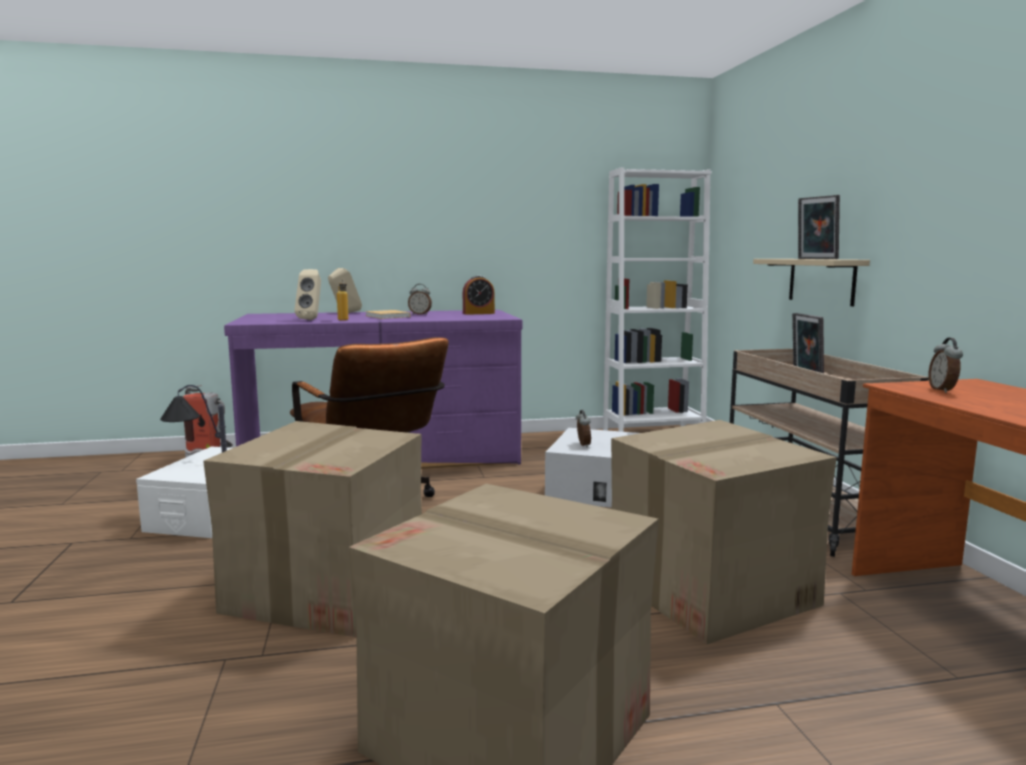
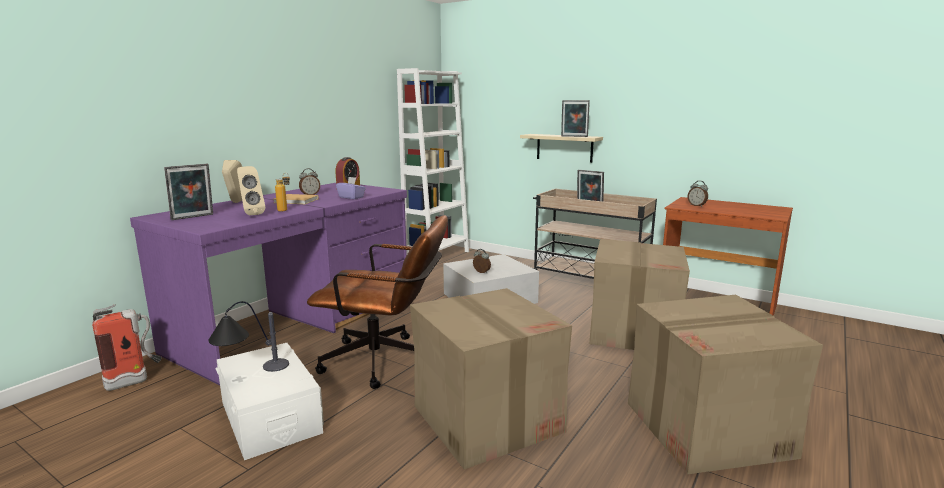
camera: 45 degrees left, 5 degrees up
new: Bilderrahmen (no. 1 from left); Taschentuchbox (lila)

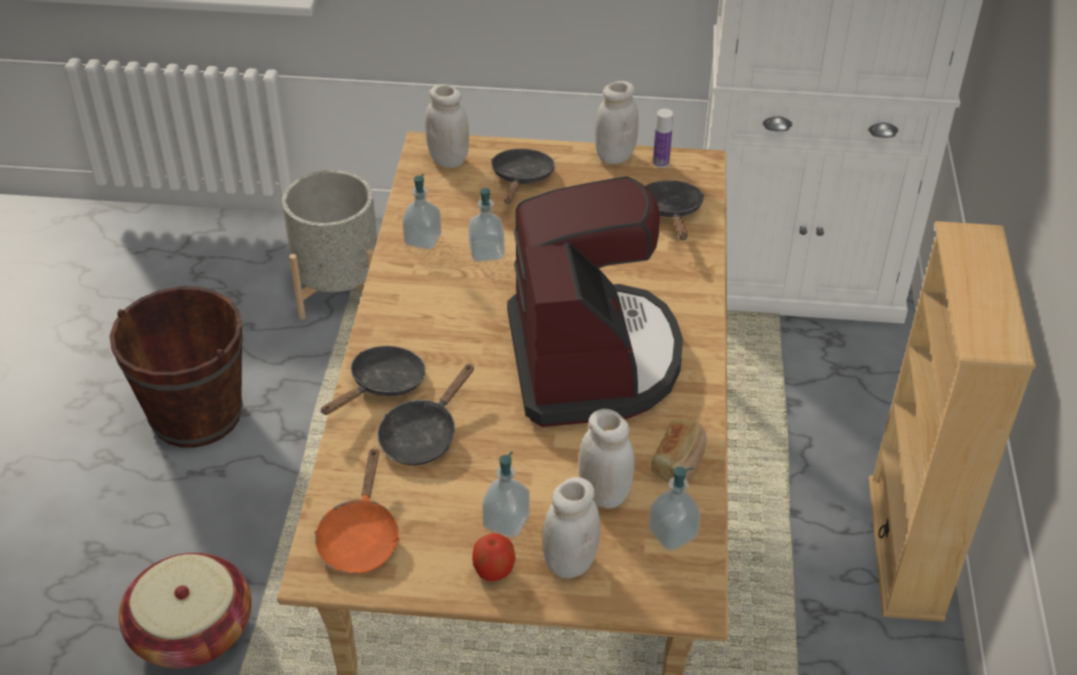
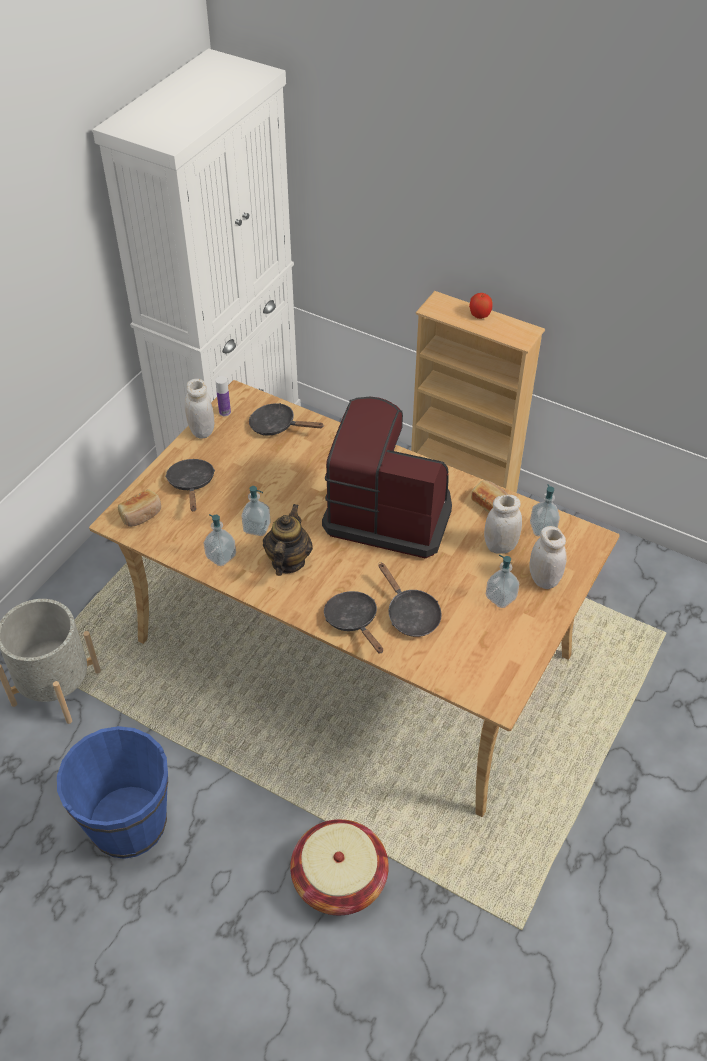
camera: 65 degrees left, 5 degrees up
gone: Pfanne (orange)
new: Teekanne
shifted: Apfel
swapped: Vorratsglas (weiß) (no. 1 from left) to Brot (no. 1 from left)
repainted: Eimer (braun) to Eimer (blau)
rotated: Pfanne (schwarz) (no. 3 from left in the first image) 45 degrees clockwise

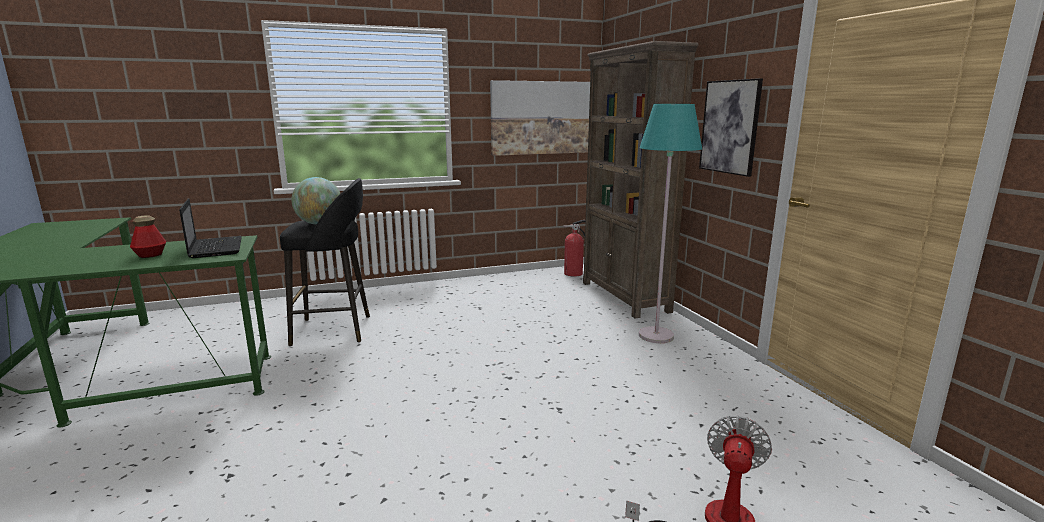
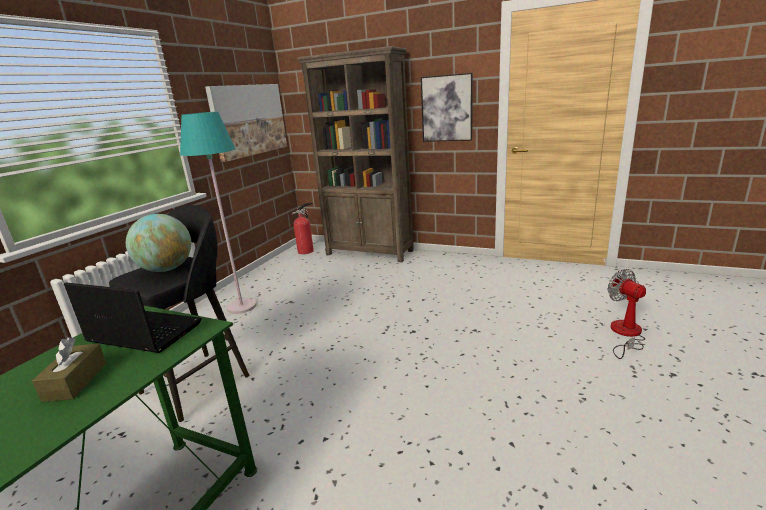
camera: 45 degrees left, 5 degrees up
shifted: Stehlampe (türkis)
swapped: Flasche to Taschentuchbox (braun)

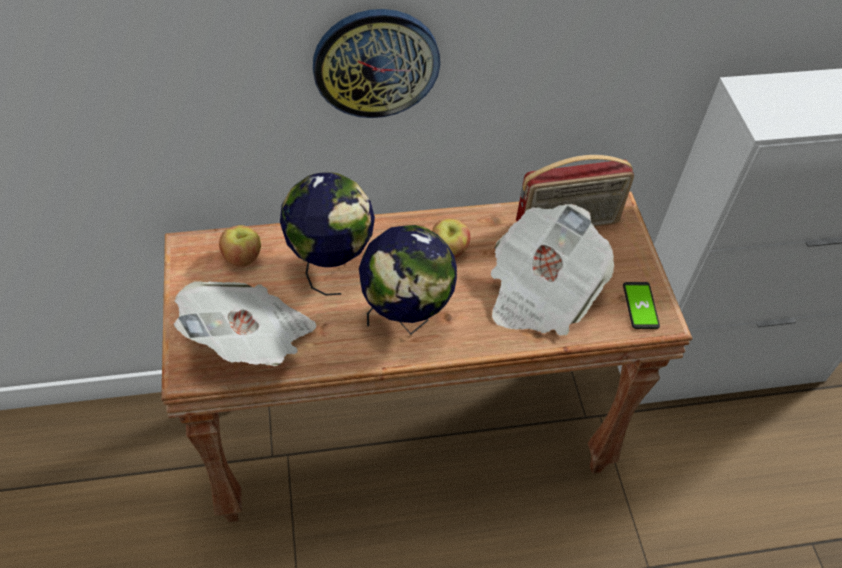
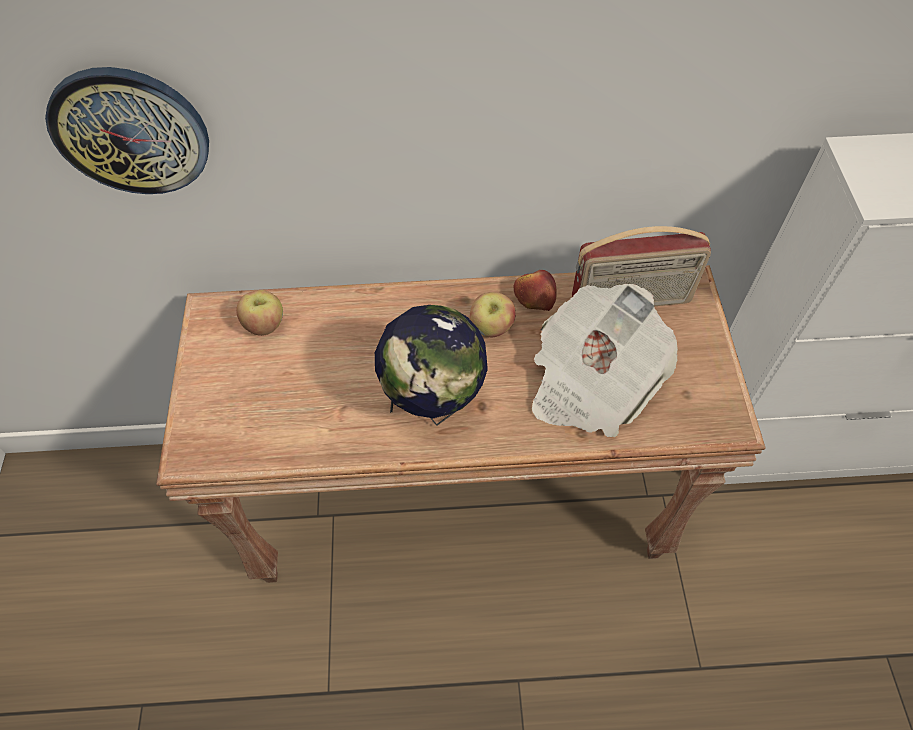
camera: 10 degrees right, 5 degrees up
gone: Zeitung (no. 1 from left); Globus (no. 1 from left); Handy
new: Apfel (no. 3 from left)
shifted: Wanduhr

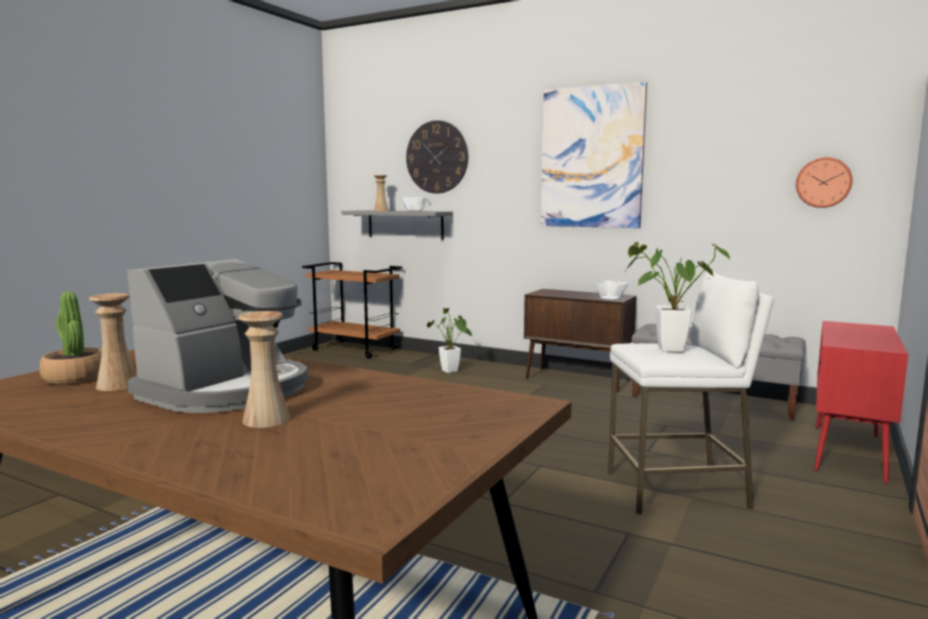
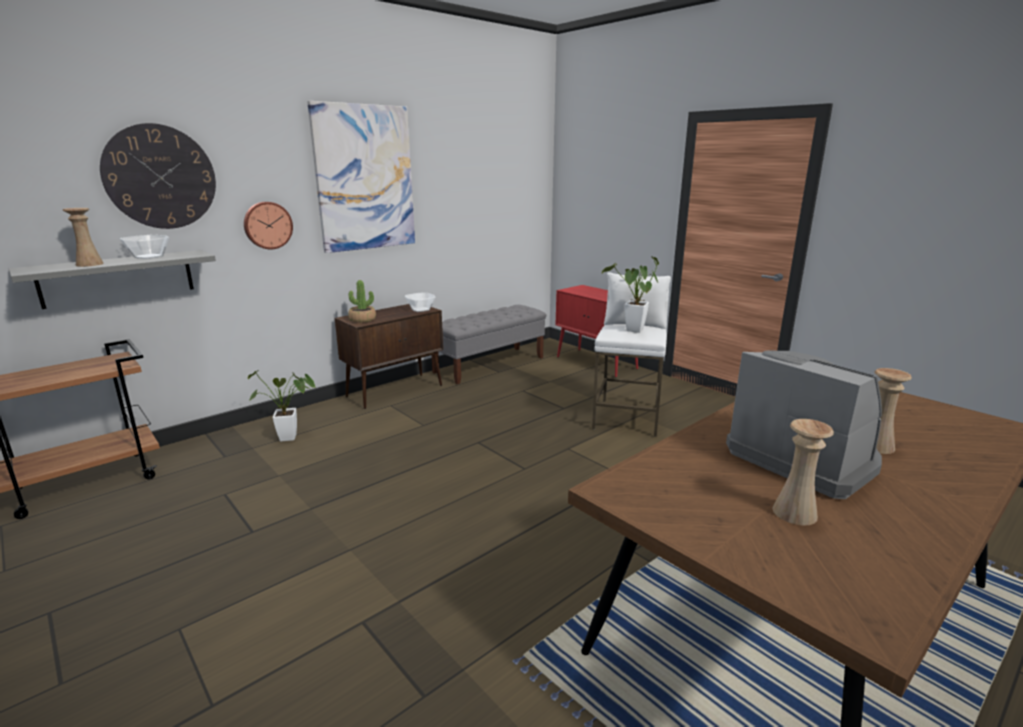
camera: 70 degrees left, 10 degrees up
shifted: Topfpflanze (no. 1 from left in the first image) to Topfpflanze (no. 2 from left); Wanduhr (no. 2 from left)

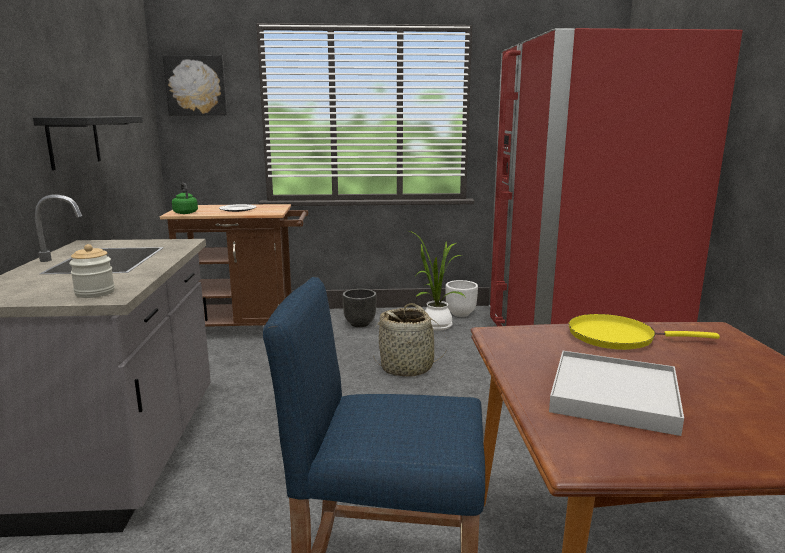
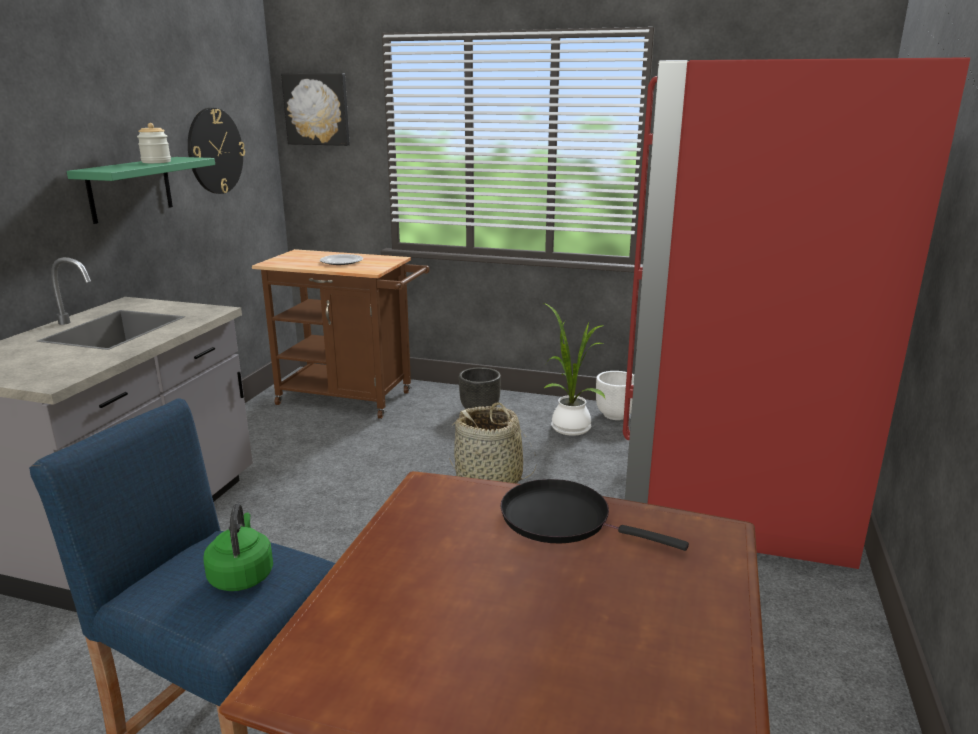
camera: 20 degrees right, 5 degrees up
gone: Tablett (weiß)
new: Wanduhr
shifted: Vorratsglas; Wasserkessel (grün)
repainted: Wandregal (schwarz) to Wandregal (grün); Pfanne (gelb) to Pfanne (schwarz)

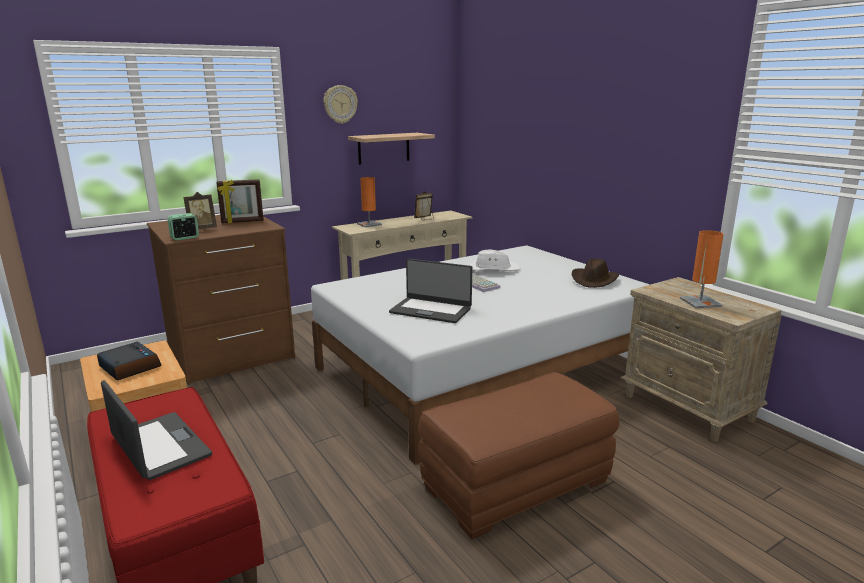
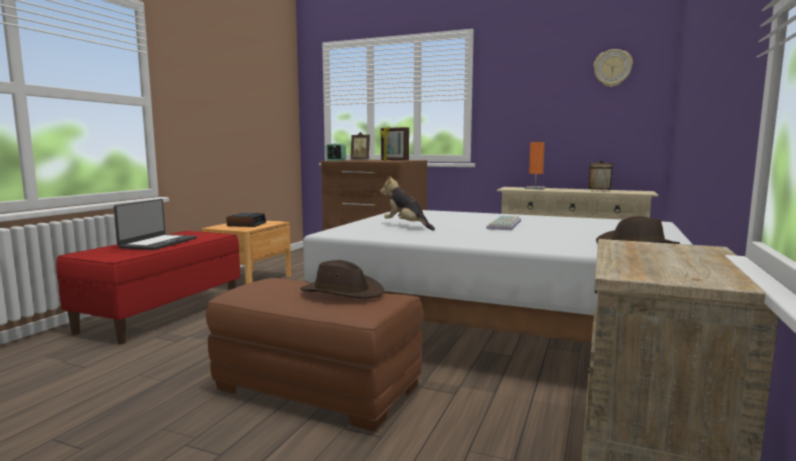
camera: 55 degrees right, 10 degrees down
gone: Wandregal; Hut (weiß); Tischlampe (orange) (no. 2 from left)
new: Hut (braun) (no. 1 from left)
shifted: Wanduhr
swapped: Laptop (no. 2 from left) to Plüschtier

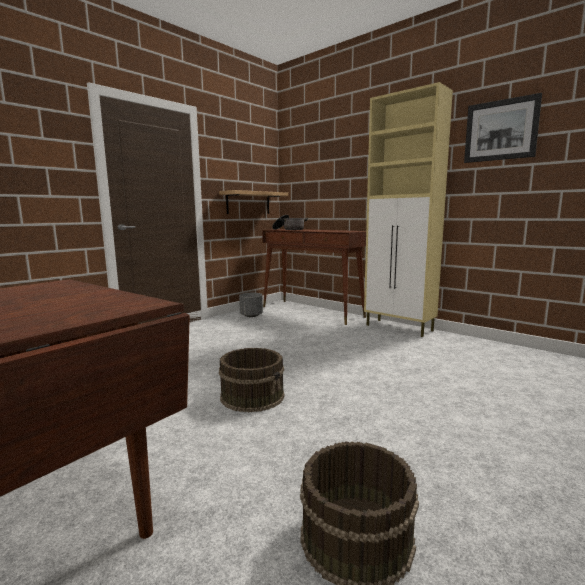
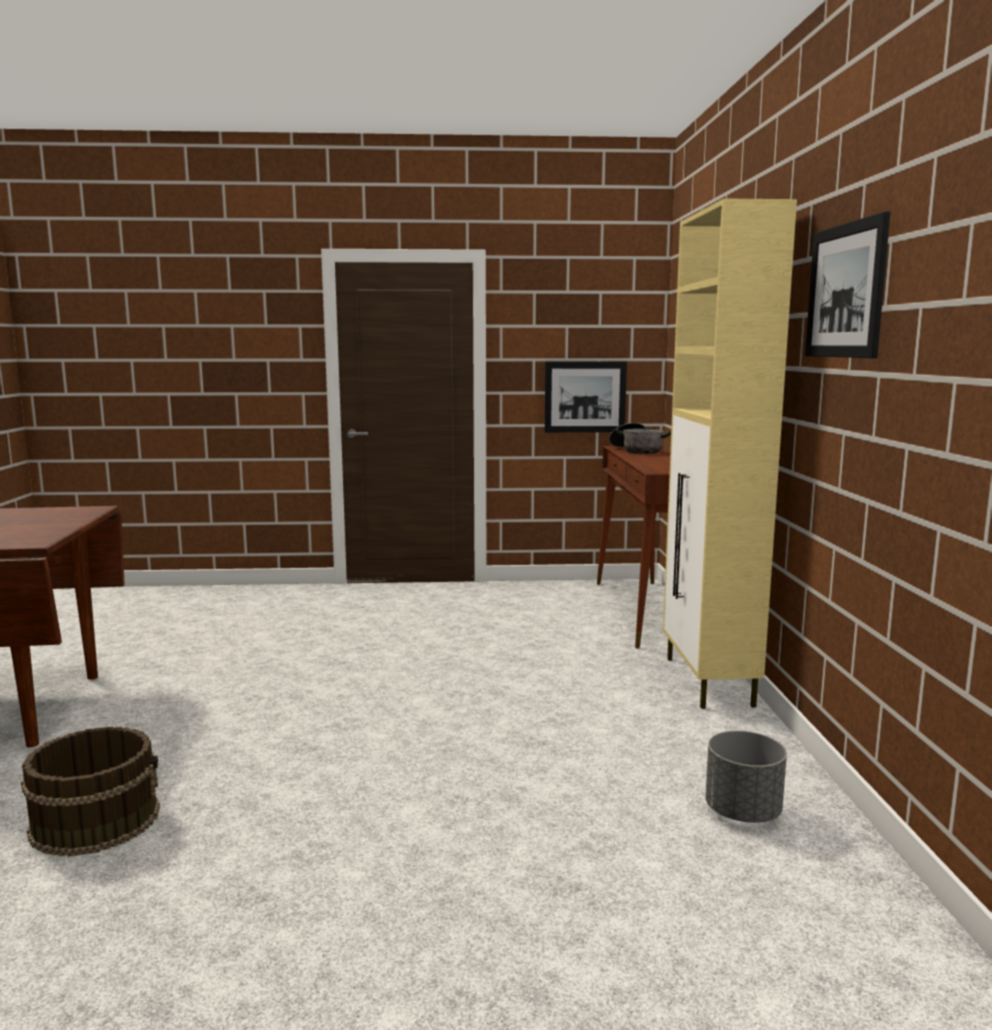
camera: 45 degrees right, 0 degrees up
gone: Eimer (braun) (no. 1 from left)
shifted: Pflanzkübel (grau)
swapped: Wandregal to Bild (no. 1 from left)

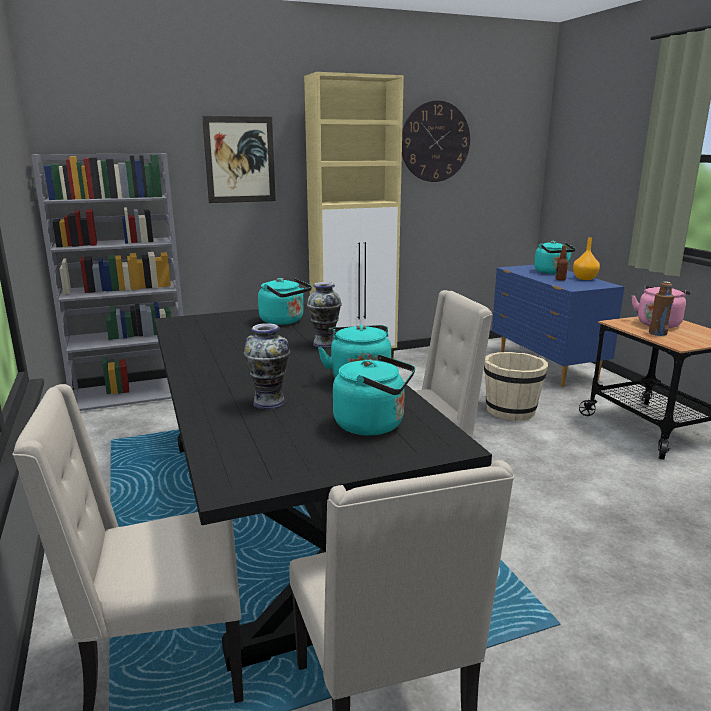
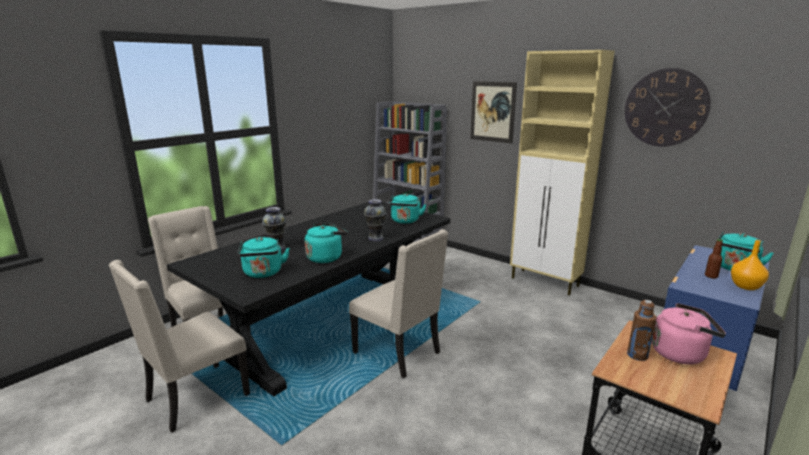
camera: 60 degrees right, 0 degrees up
gone: Eimer (beige)

